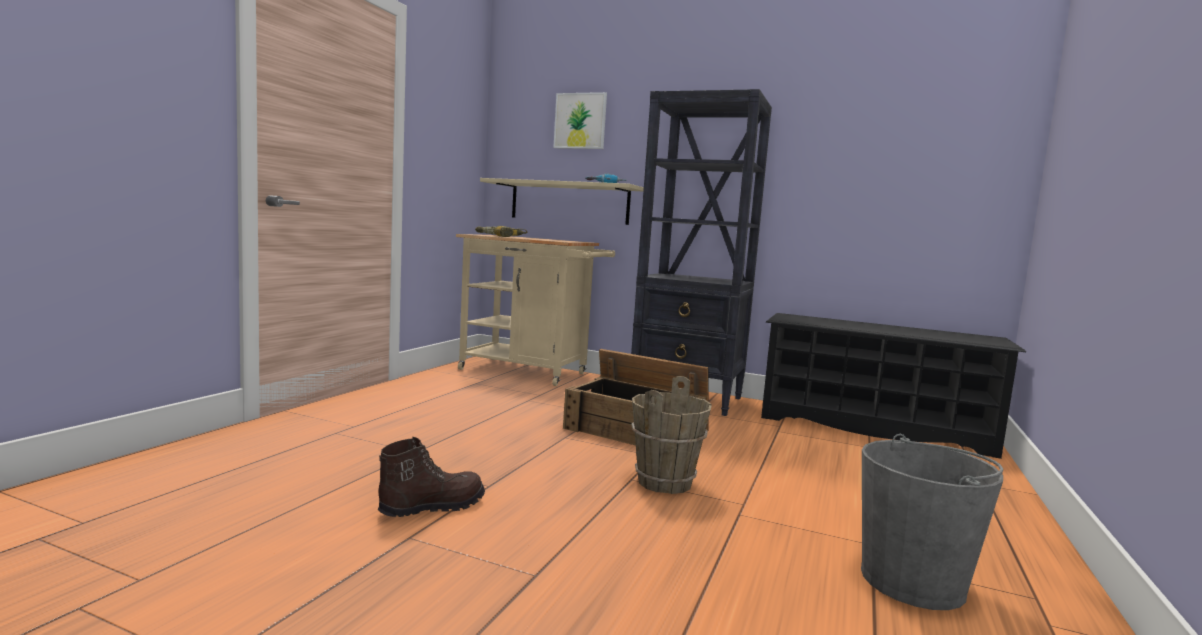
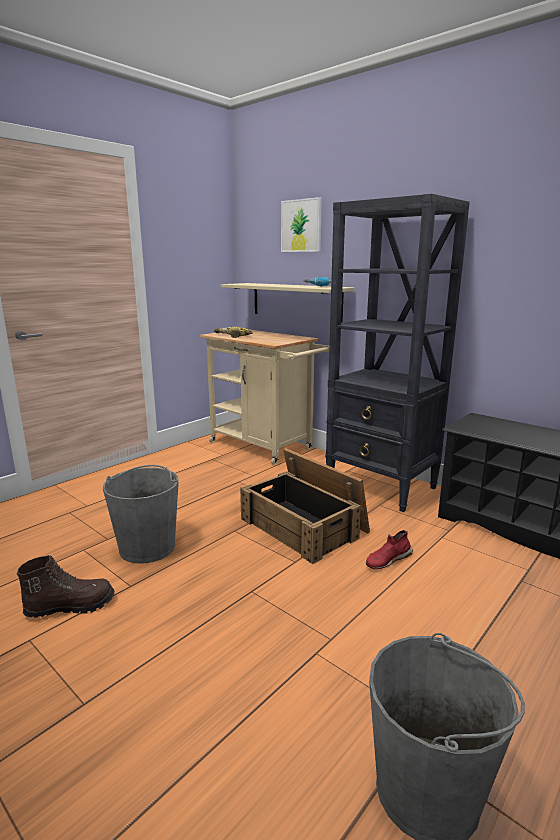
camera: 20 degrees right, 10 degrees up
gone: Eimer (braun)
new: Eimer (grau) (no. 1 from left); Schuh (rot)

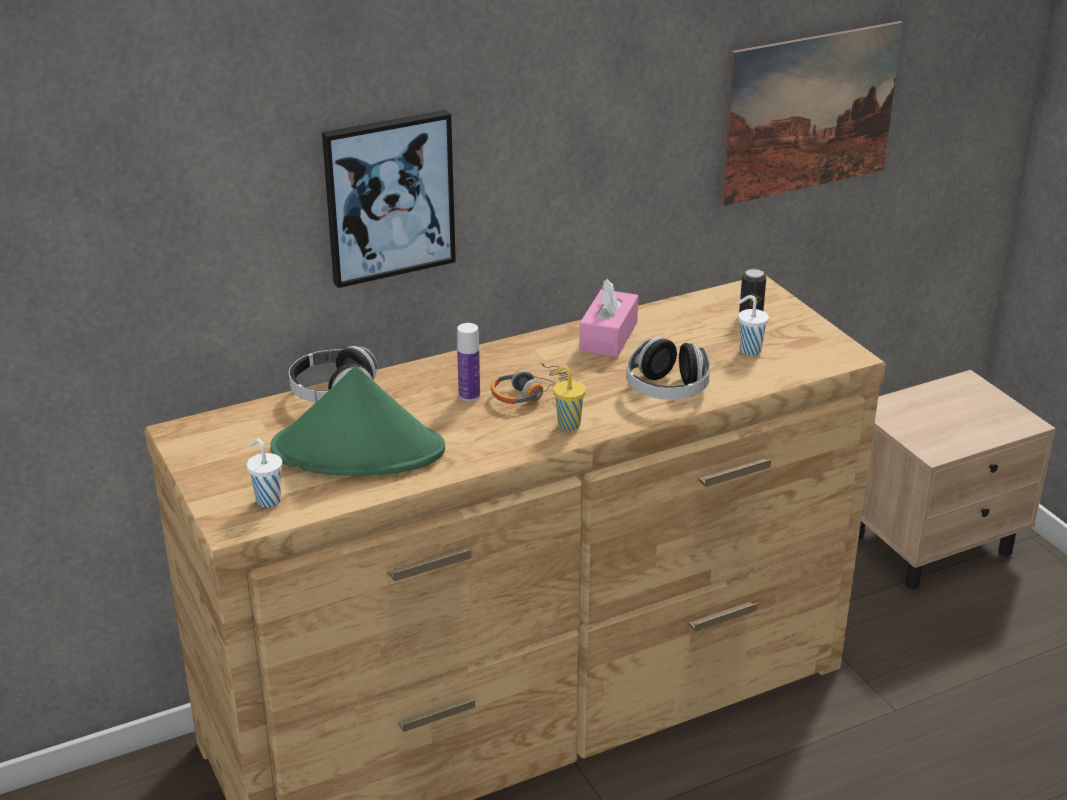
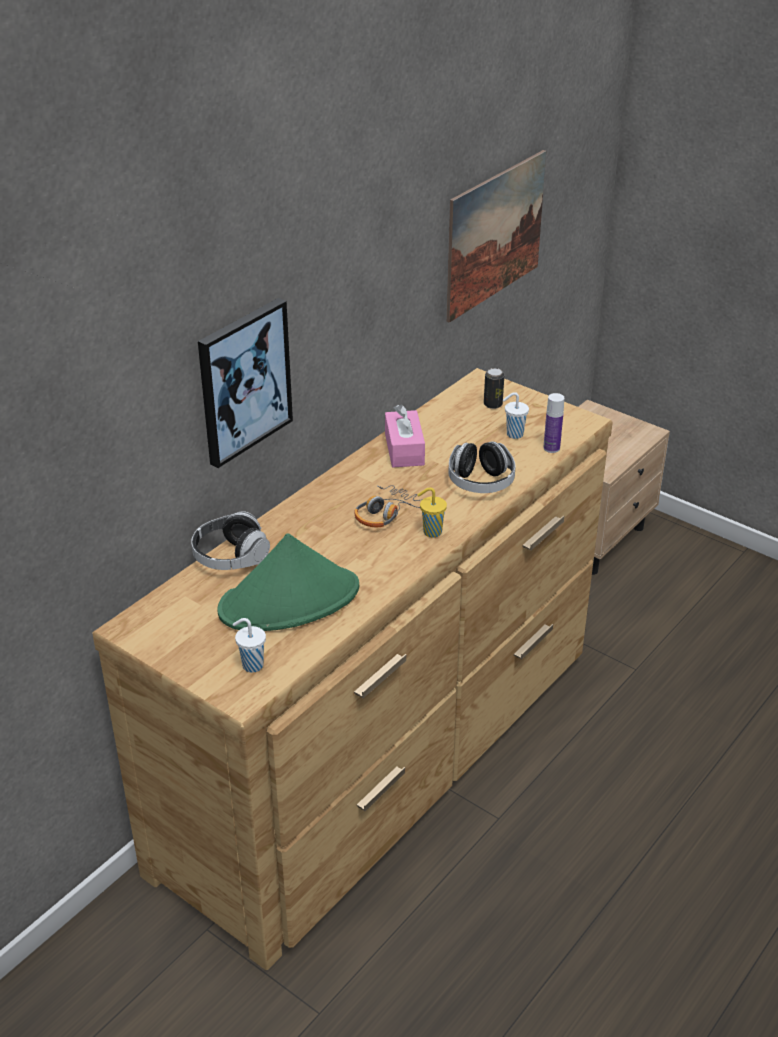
camera: 25 degrees left, 5 degrees up
shifted: Flasche

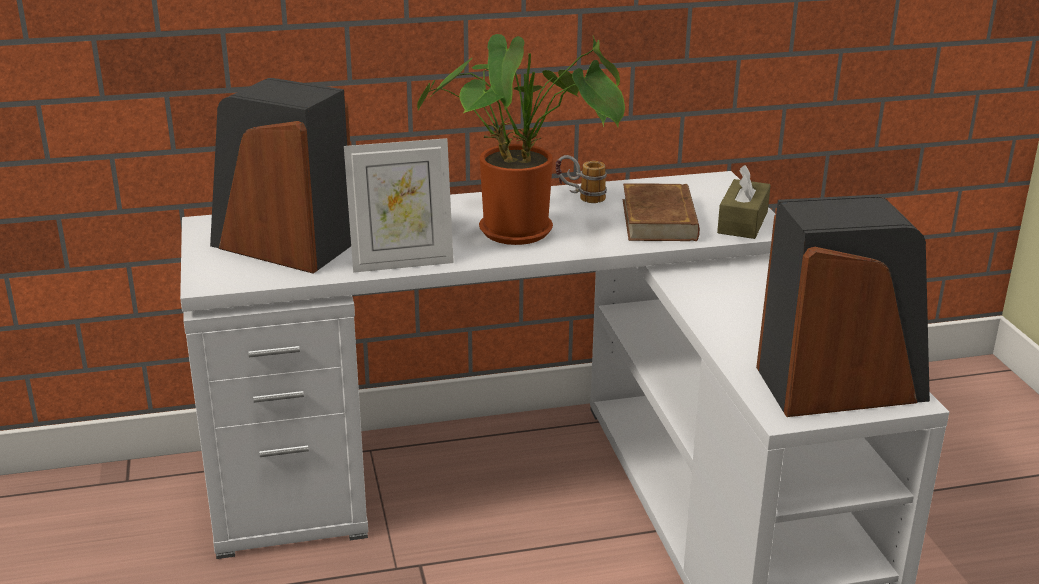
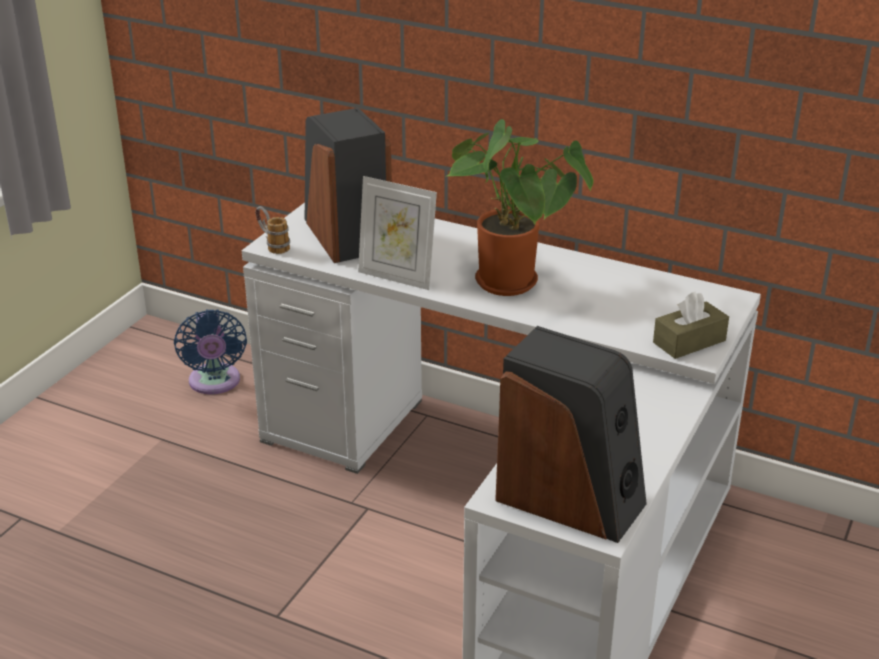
camera: 40 degrees right, 5 degrees up
gone: Buch (braun)
new: Ventilator (blau)
shifted: Henkelbecher

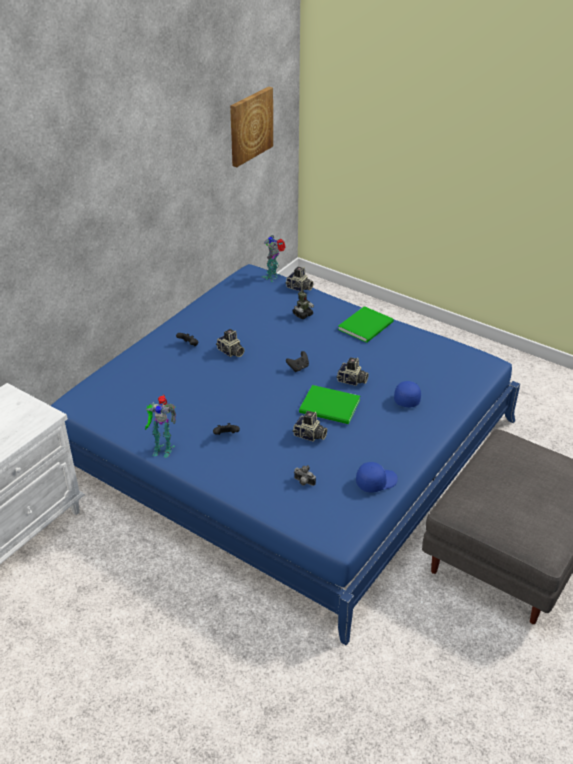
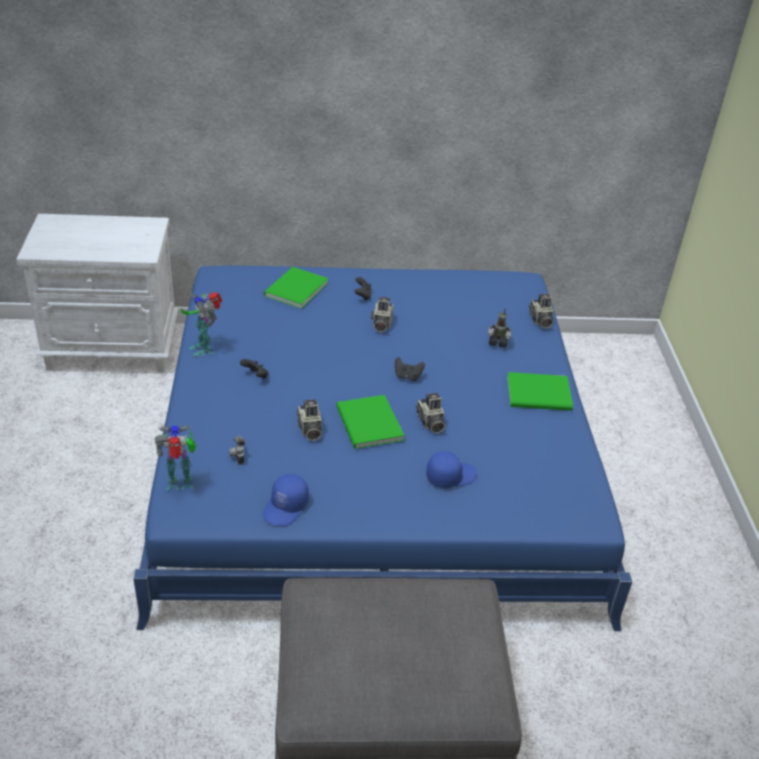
camera: 50 degrees right, 0 degrees up
gone: Bild
new: Buch (grün) (no. 1 from left)
shifted: Spielzeugroboter (no. 2 from left in the first image) to Spielzeugroboter (no. 1 from left)
rotated: Kappe (blau) (no. 1 from left) 90 degrees clockwise

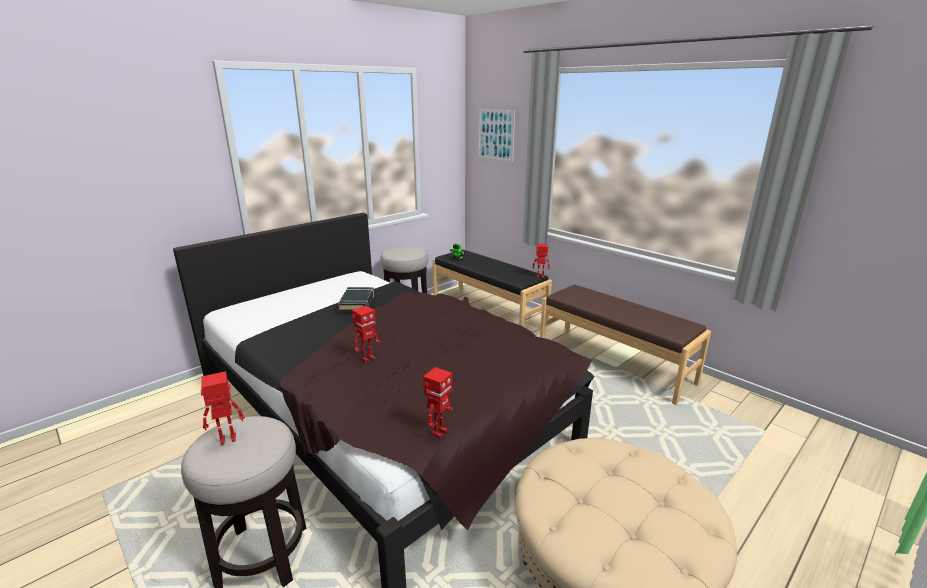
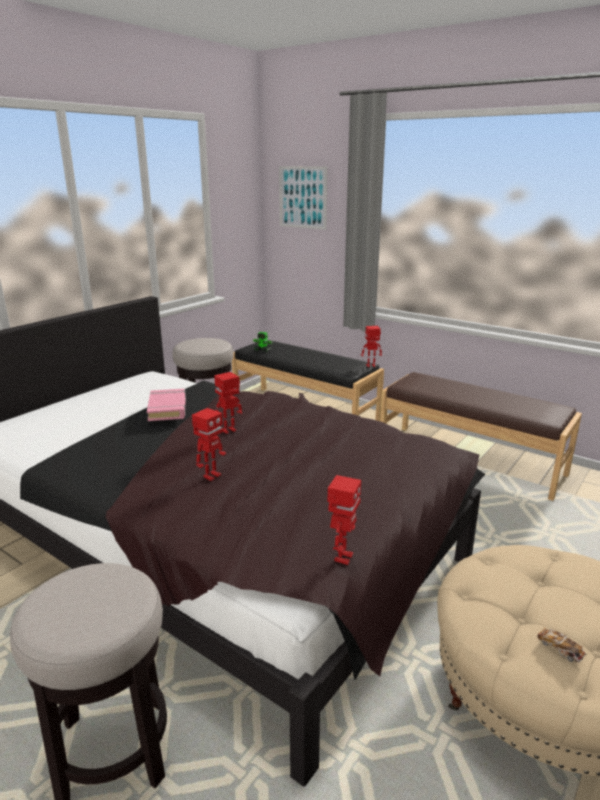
camera: 10 degrees left, 0 degrees up
new: Spielzeugauto
shifted: Spielzeugroboter (no. 1 from left in the first image) to Spielzeugroboter (no. 2 from left)
repainted: Buch (schwarz) to Buch (rosa)

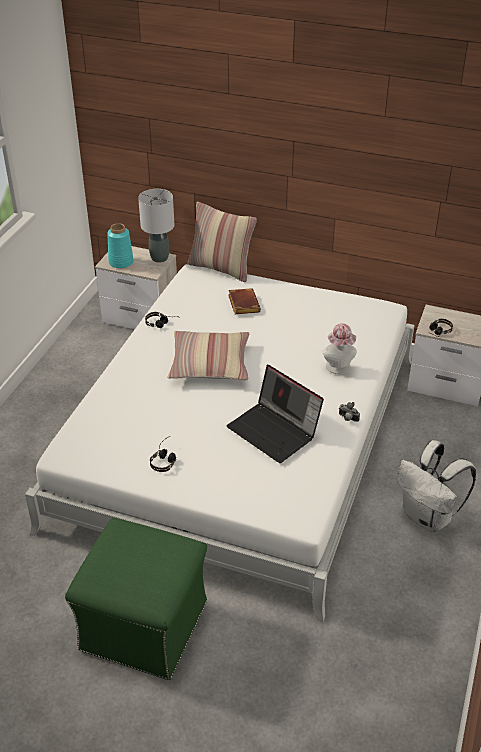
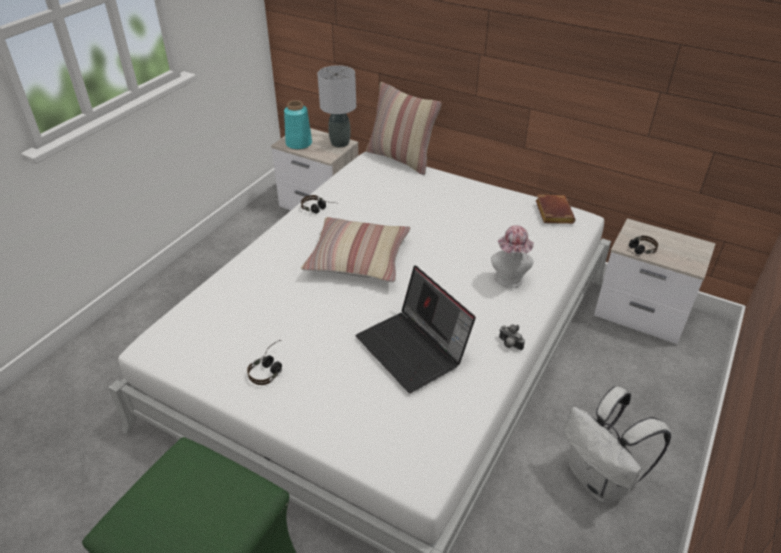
camera: 10 degrees right, 0 degrees up
shifted: Buch (braun)

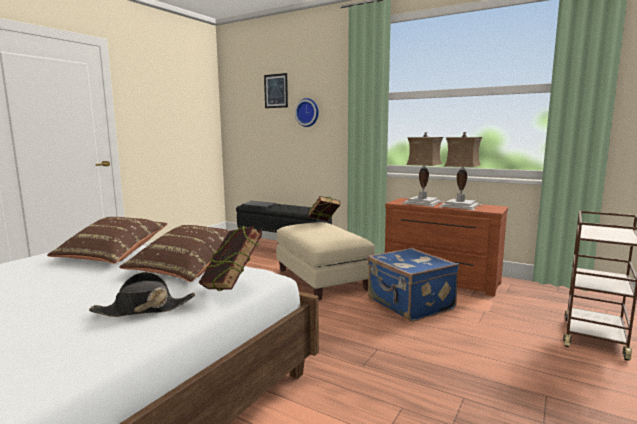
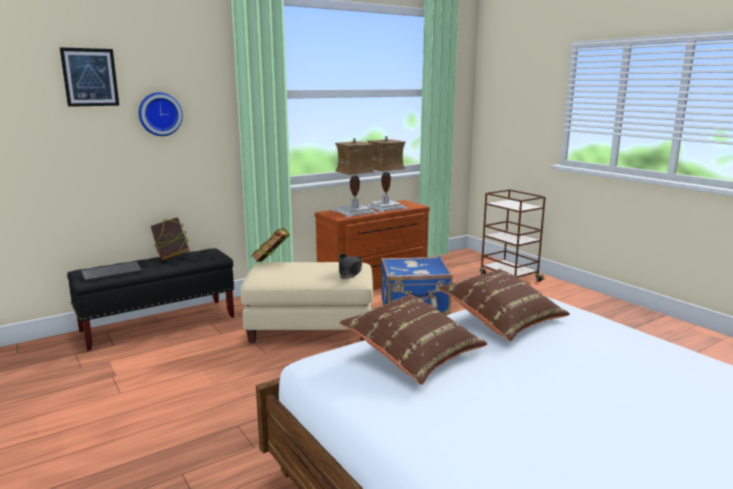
camera: 65 degrees left, 5 degrees up
shifted: Hut (schwarz); Buch (no. 1 from left)

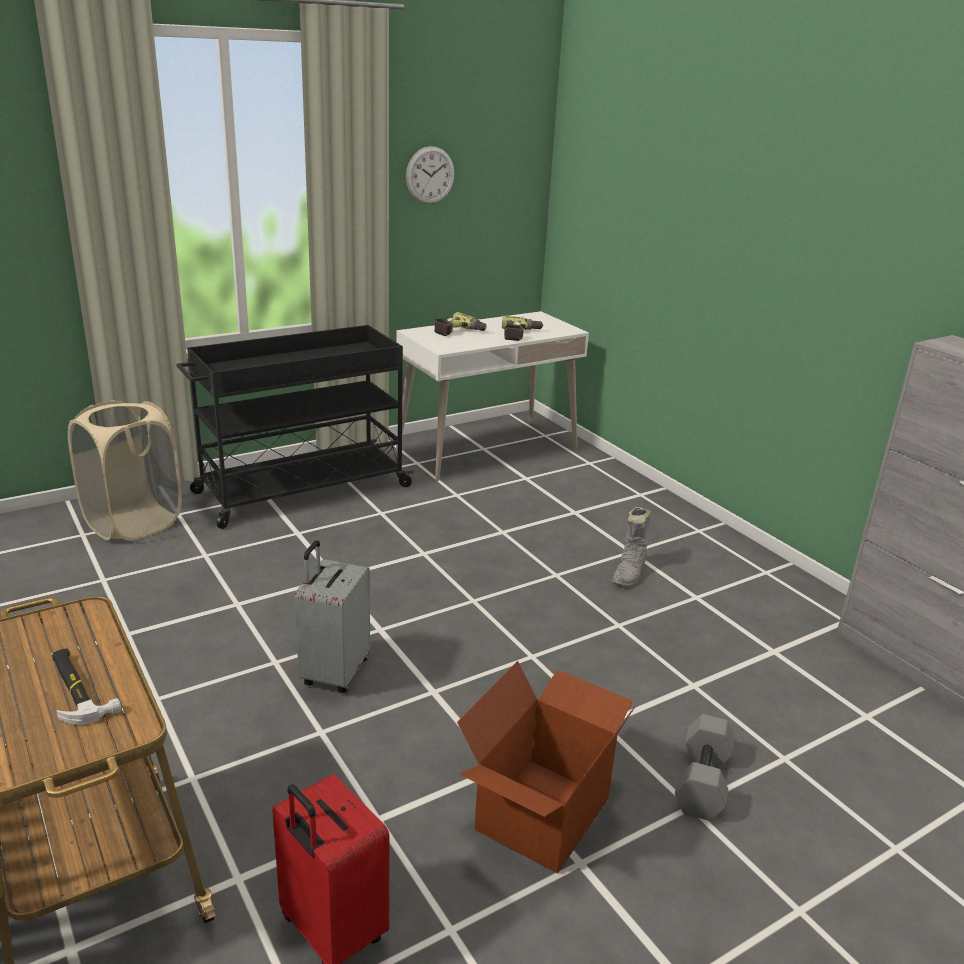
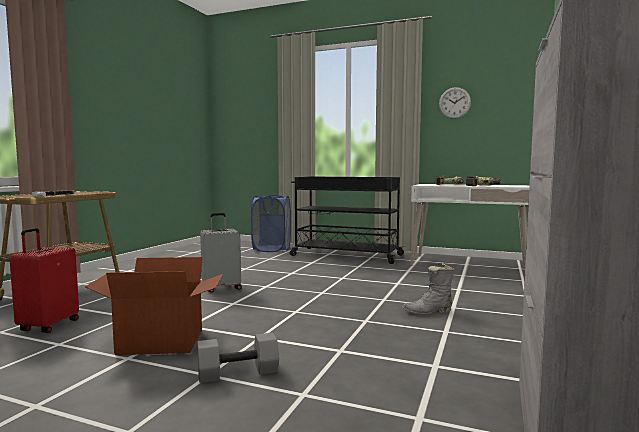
camera: 55 degrees right, 20 degrees down
repainted: Wäschekorb (beige) to Wäschekorb (blau)

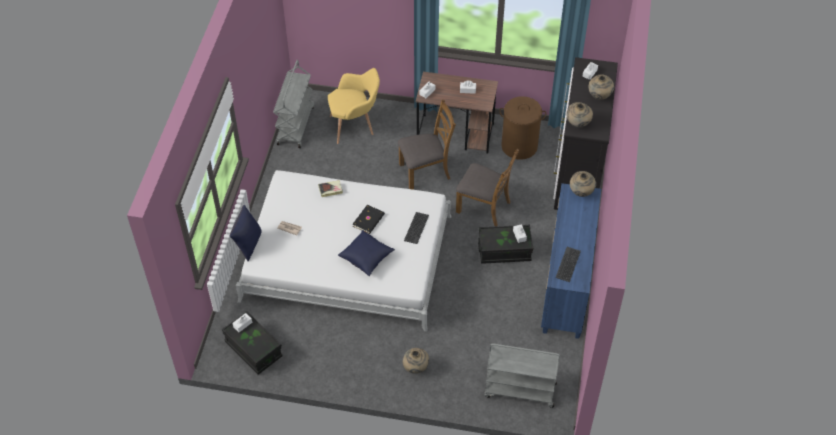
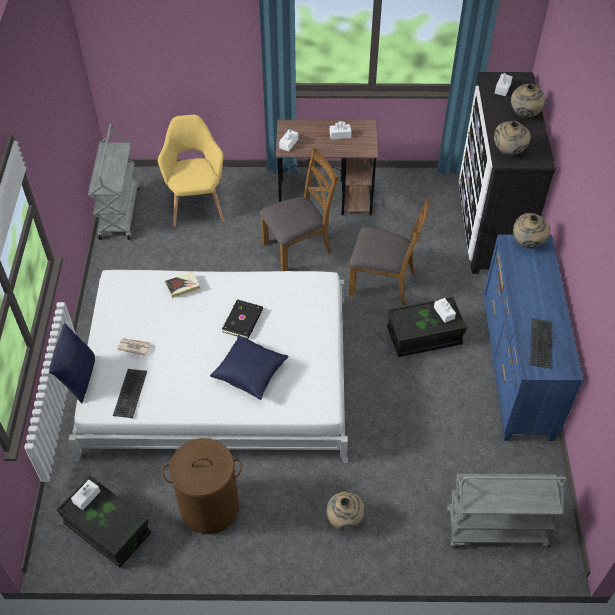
camera: 10 degrees left, 0 degrees up
shifted: Tastatur (no. 1 from left); Wäschekorb (braun)
rotated: Sessel (gelb) 75 degrees counterclockwise

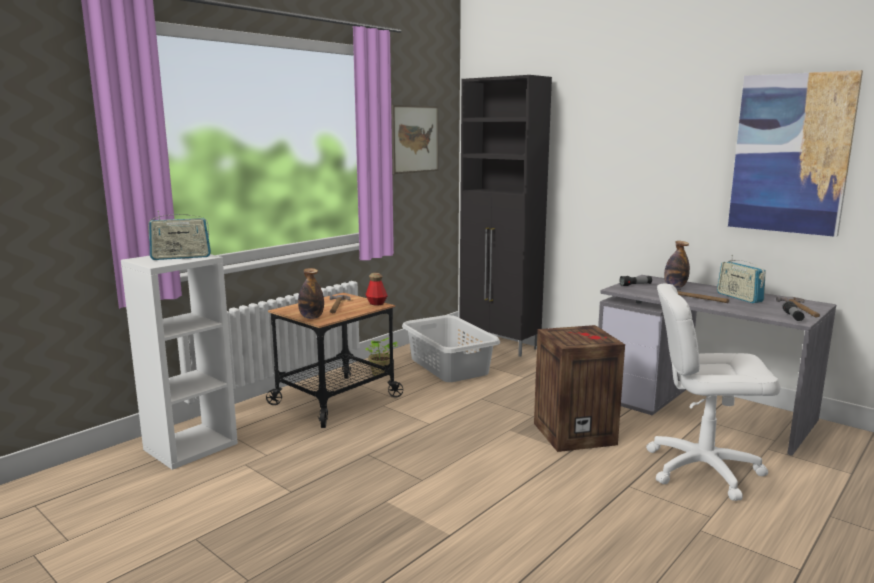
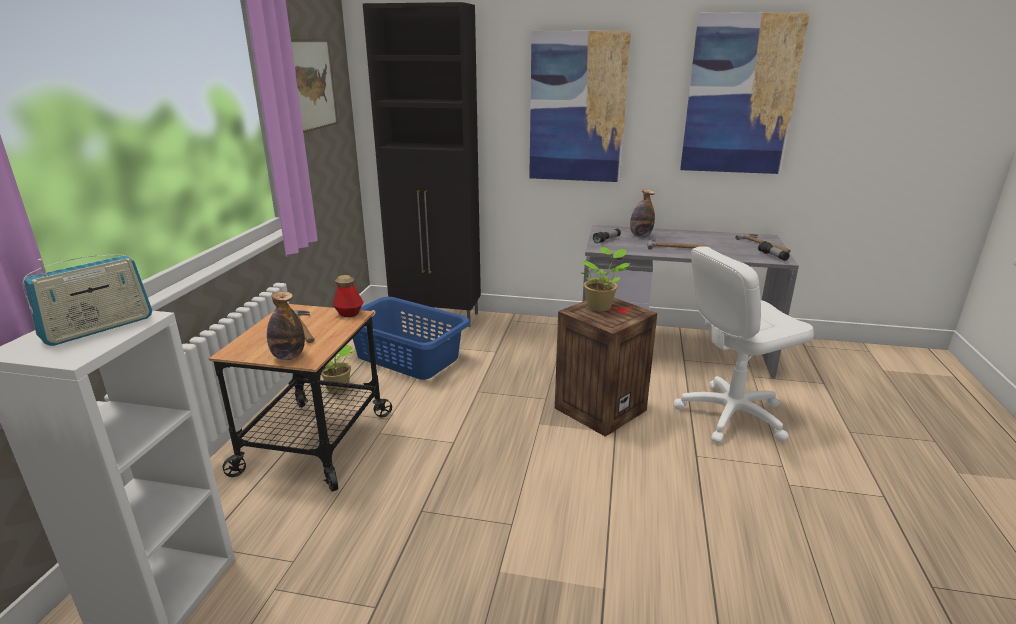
camera: 30 degrees left, 10 degrees up
gone: Radio (no. 2 from left)
new: Bild (no. 2 from left); Topfpflanze (no. 2 from left)
repainted: Wäschekorb (grau) to Wäschekorb (blau)

